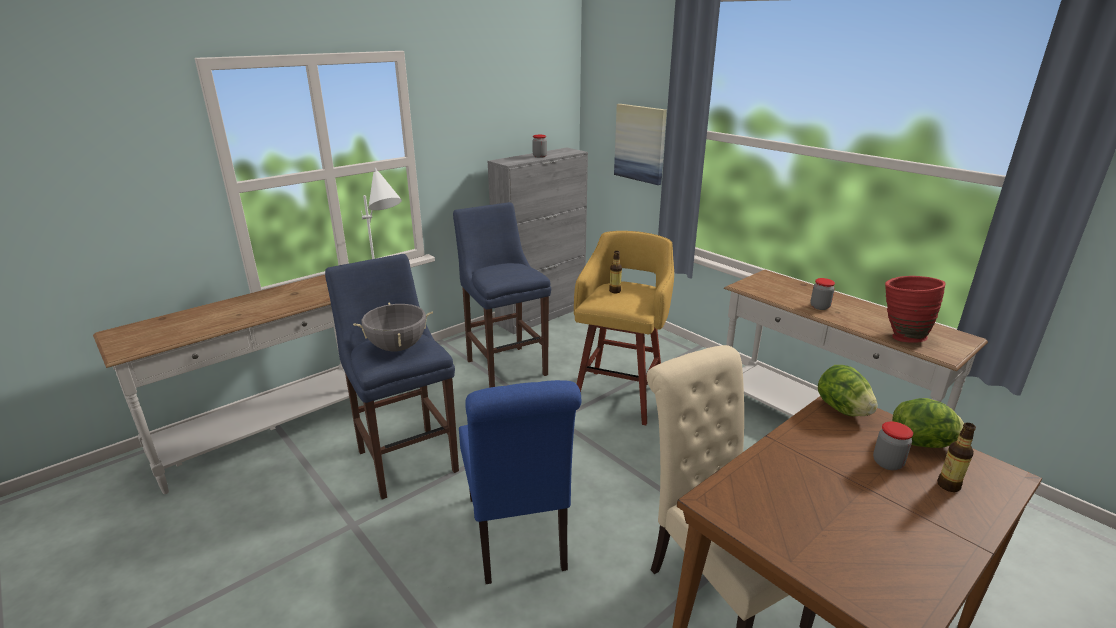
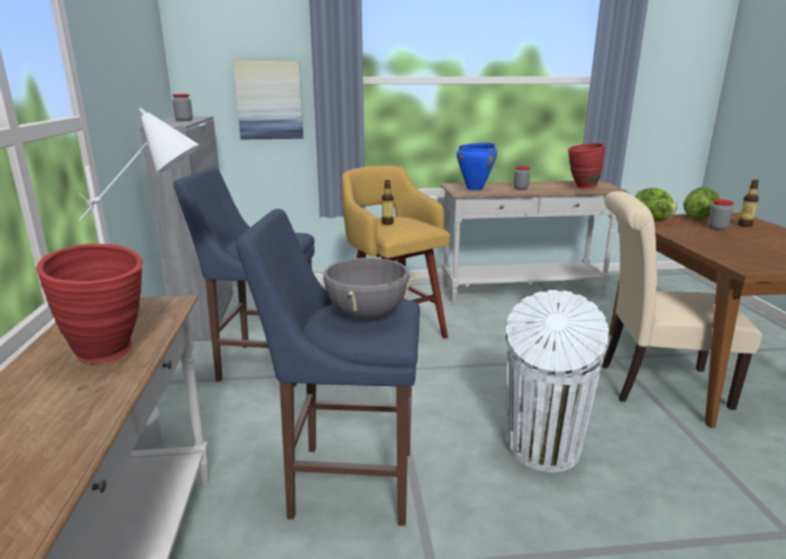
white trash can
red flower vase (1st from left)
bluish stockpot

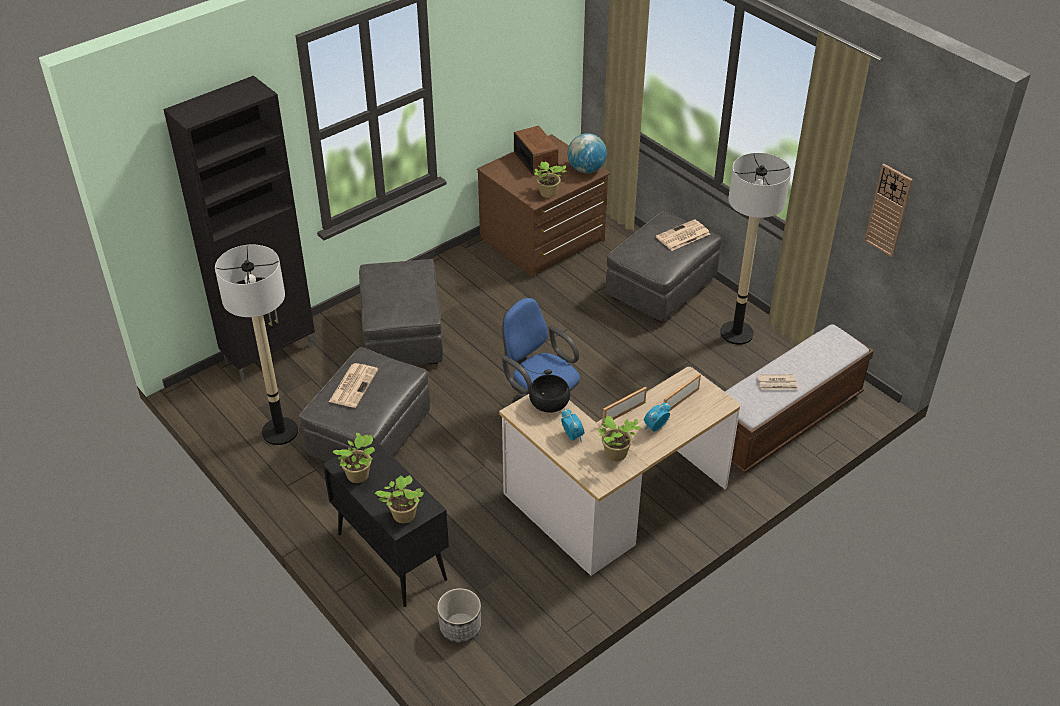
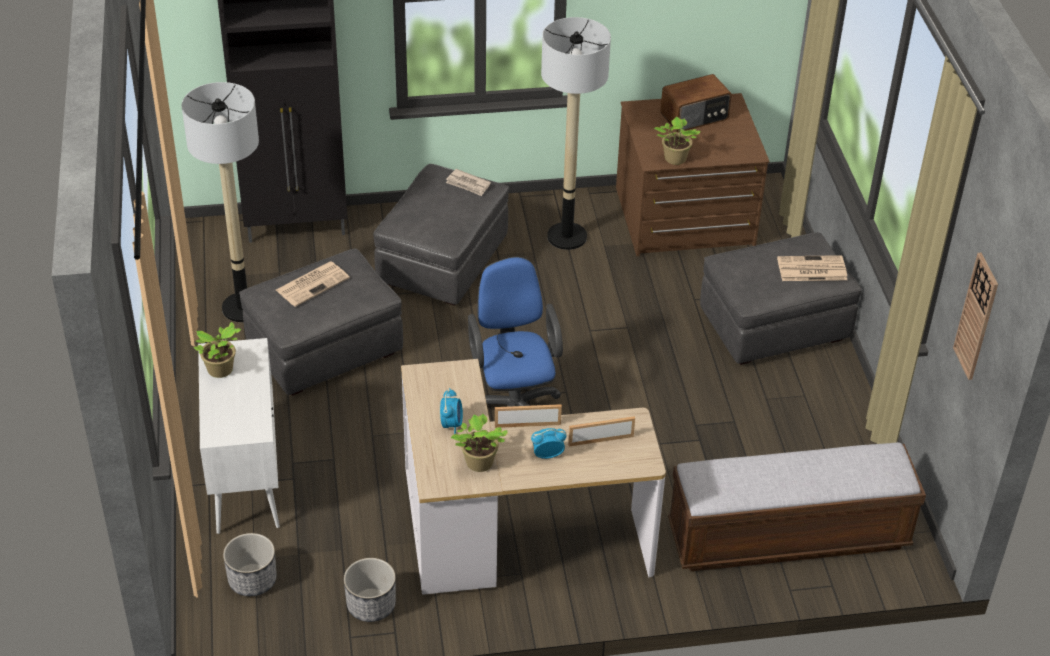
white cabinet
houseplant (2nd from left in the first image)
radio receiver
blackish deep dish
globe
floor lamp (2nd from left)
printed paper (2nd from left)
flower pot (2nd from left)

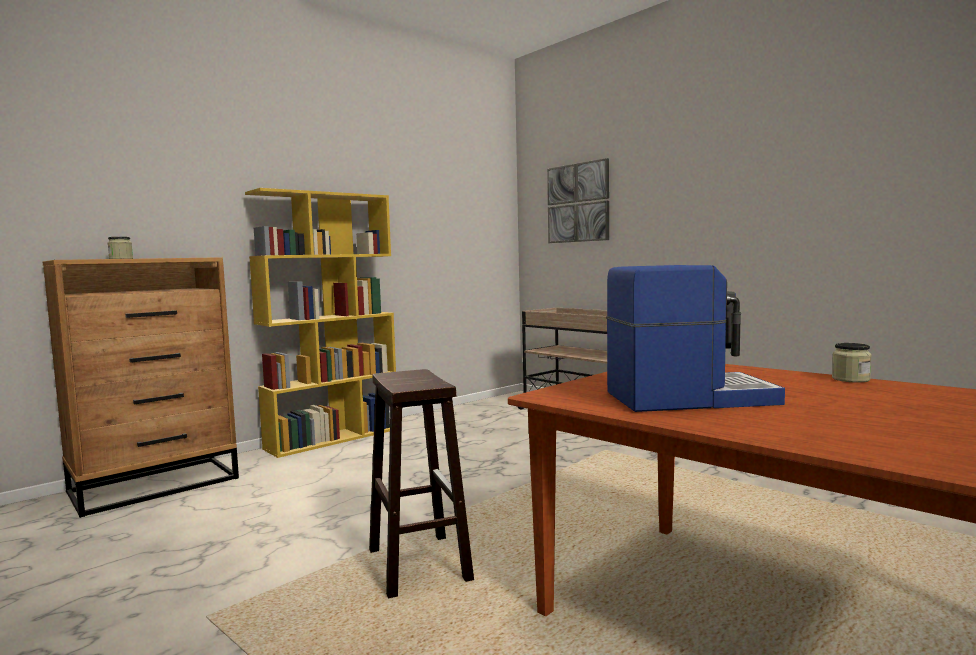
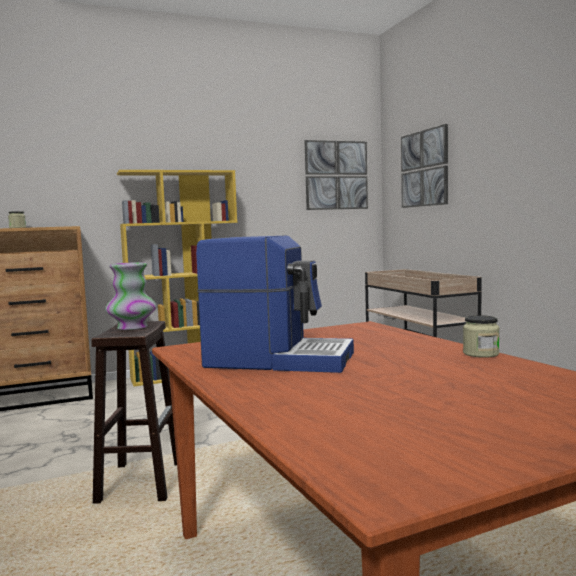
flower vase
wall art (1st from left)

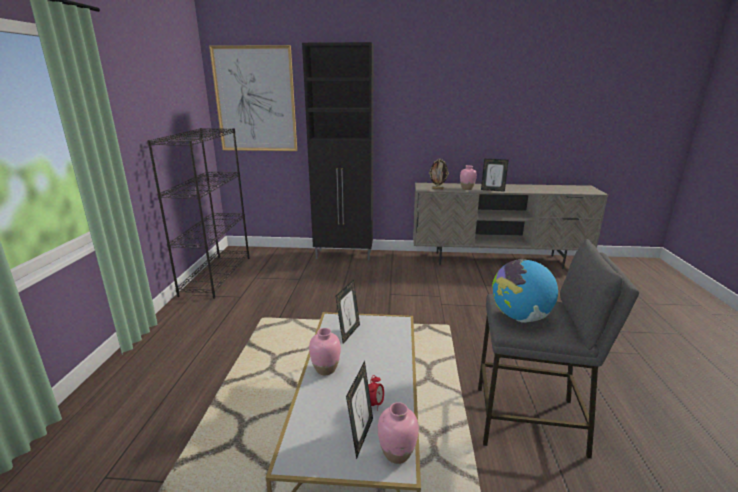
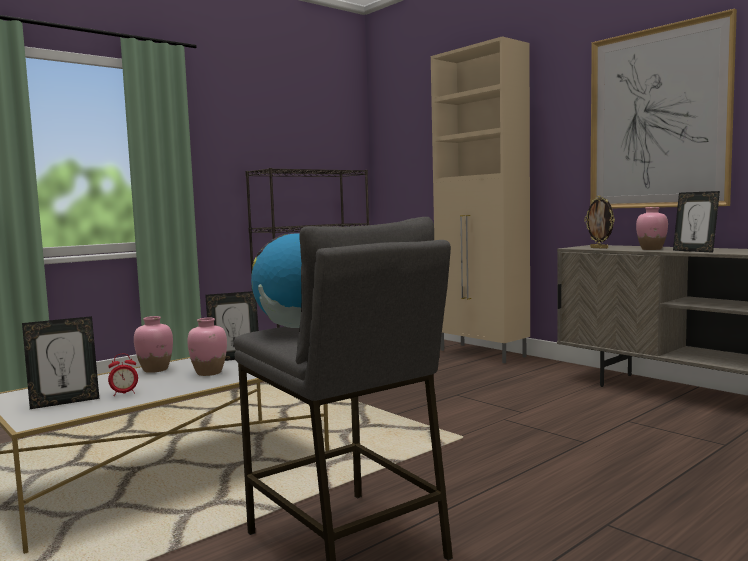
wall art
beige-coloured cabinet
pink-coloured flower vase (2nd from left)

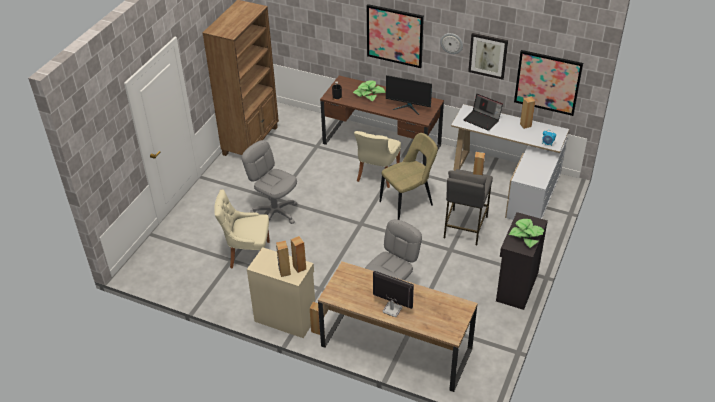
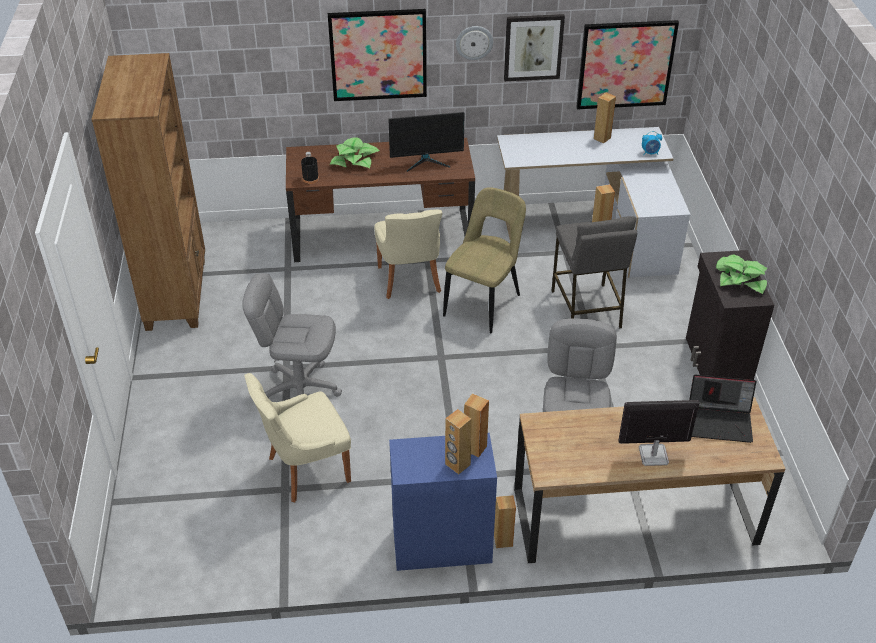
bluish cabinet
notebook computer

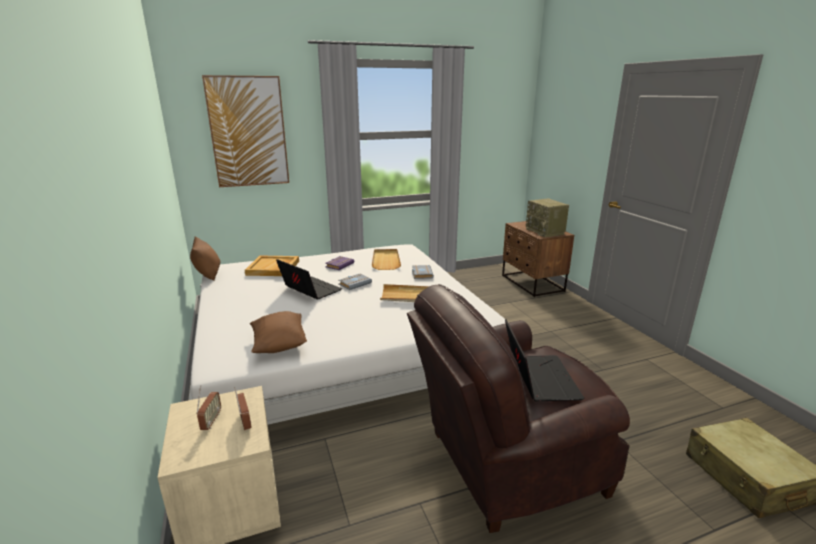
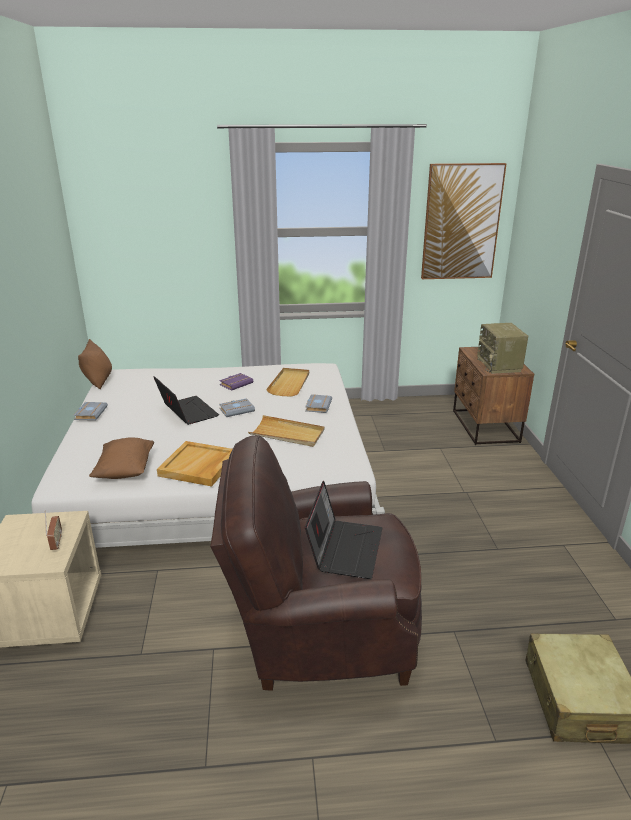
radio receiver (1st from left in the first image)
wall art
beige-coloured carrying tray (1st from left)
gray bound book (1st from left)

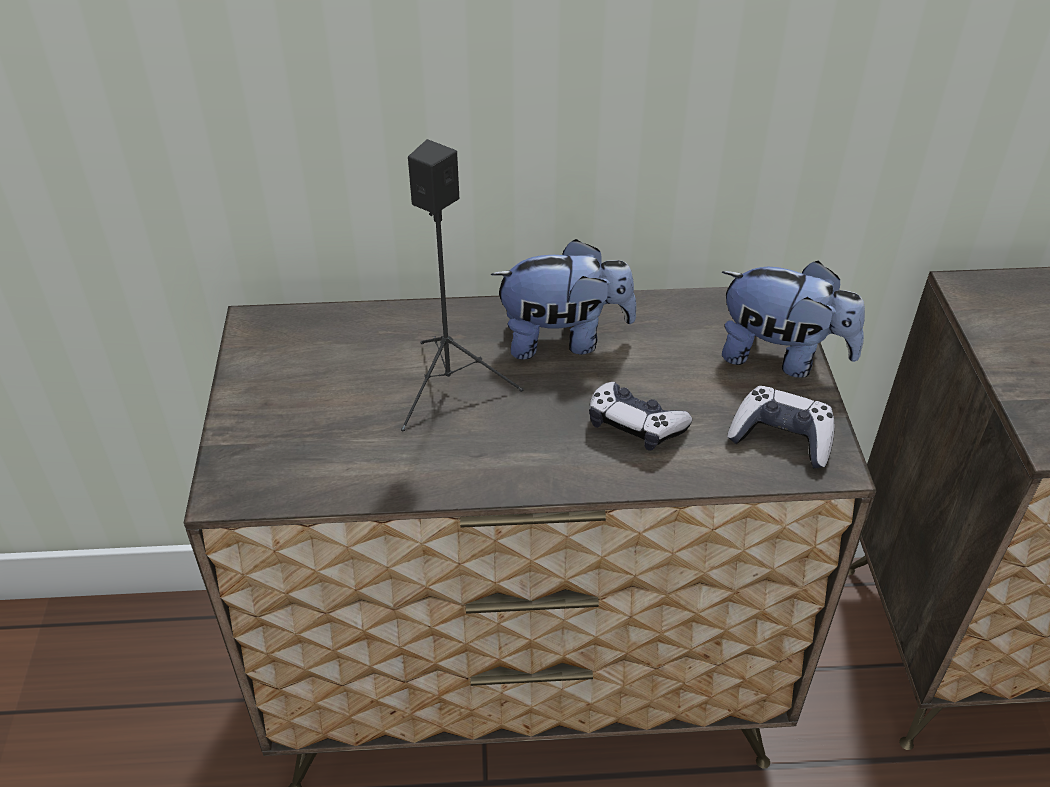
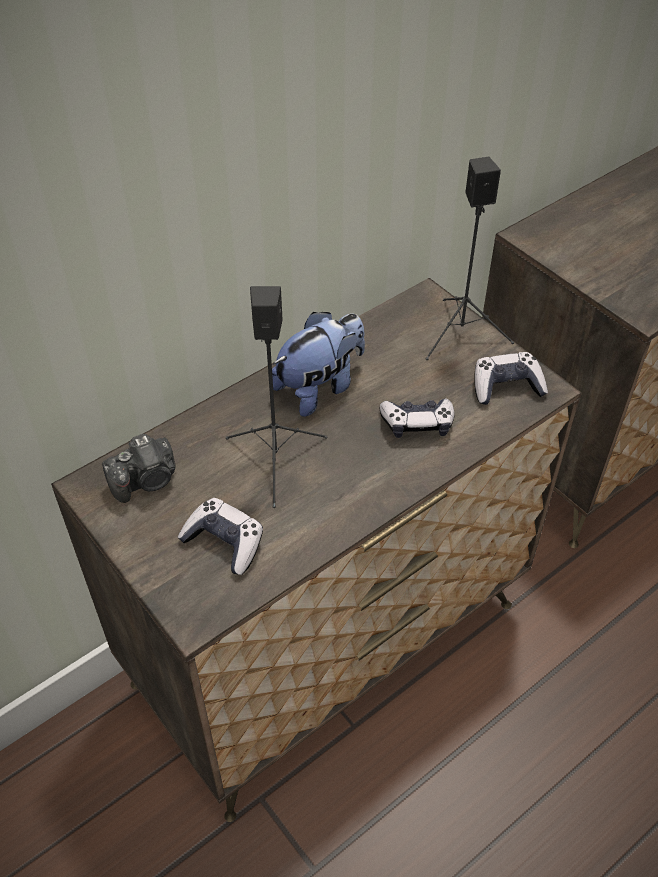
blackish loudspeaker (2nd from left)
photo camera
gamepad (1st from left)

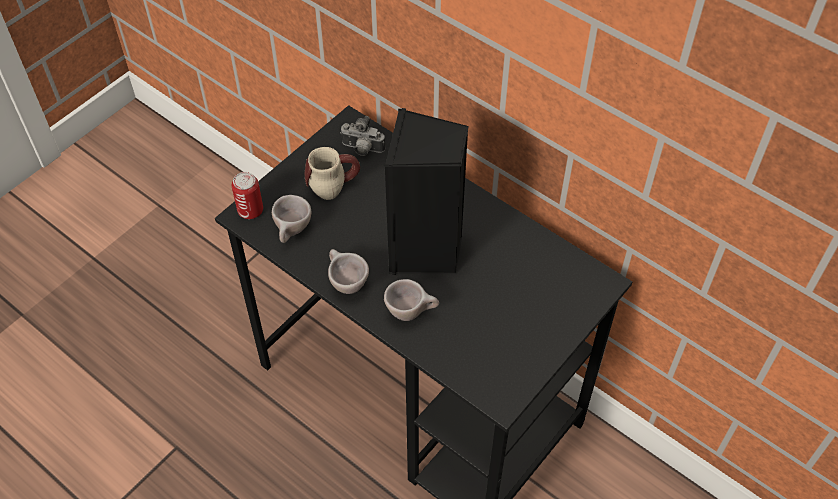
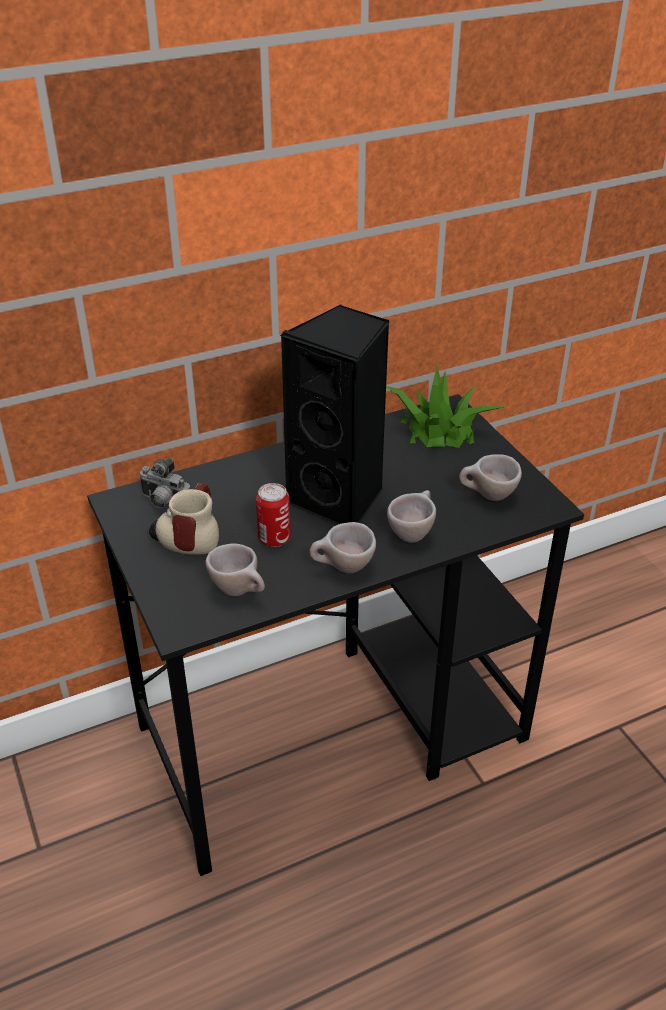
metal can
photo camera
houseplant
beige-coloured cup (4th from left)

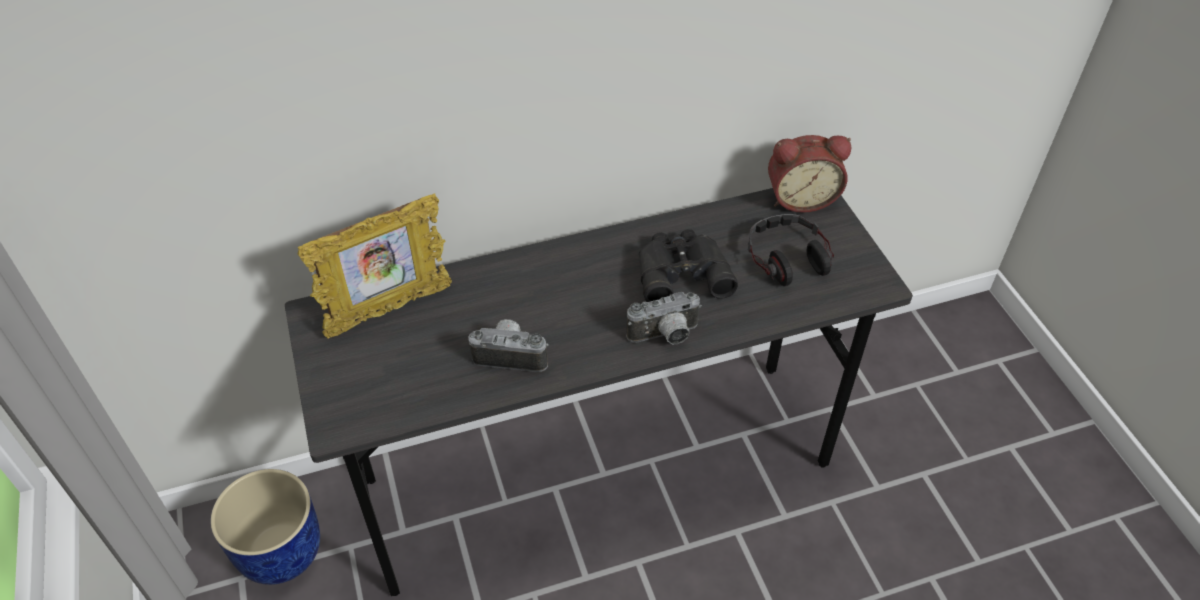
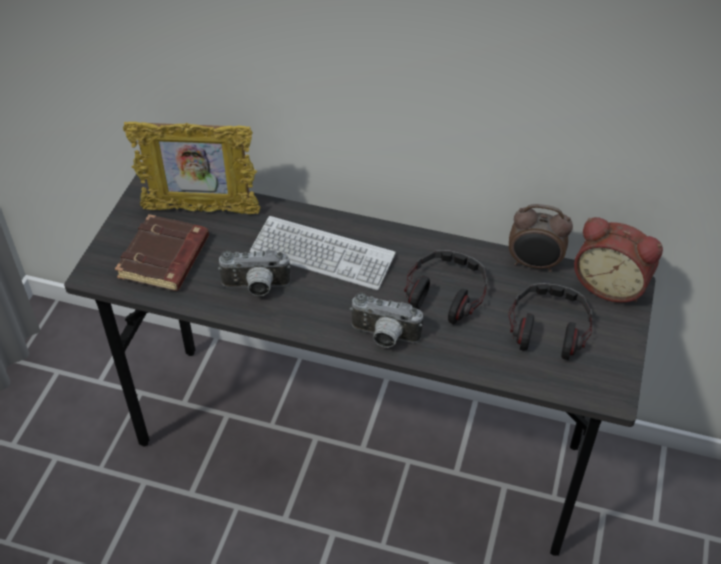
bluish flower pot
photo camera (1st from left)
headphones (1st from left)
brown-coloured bound book
keyboard
table clock (1st from left)

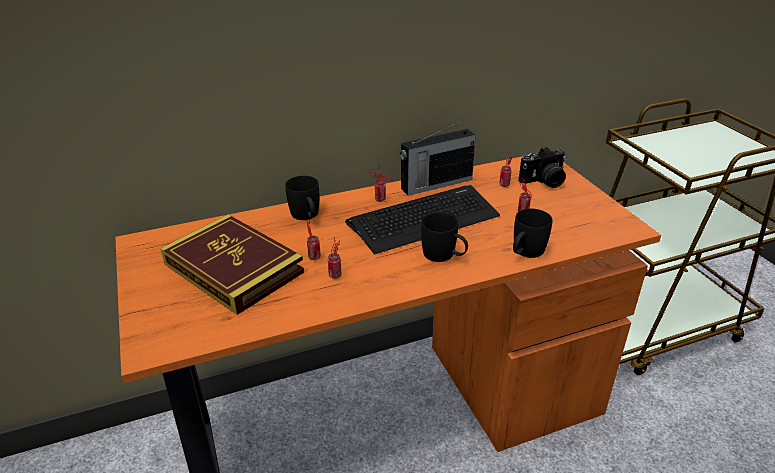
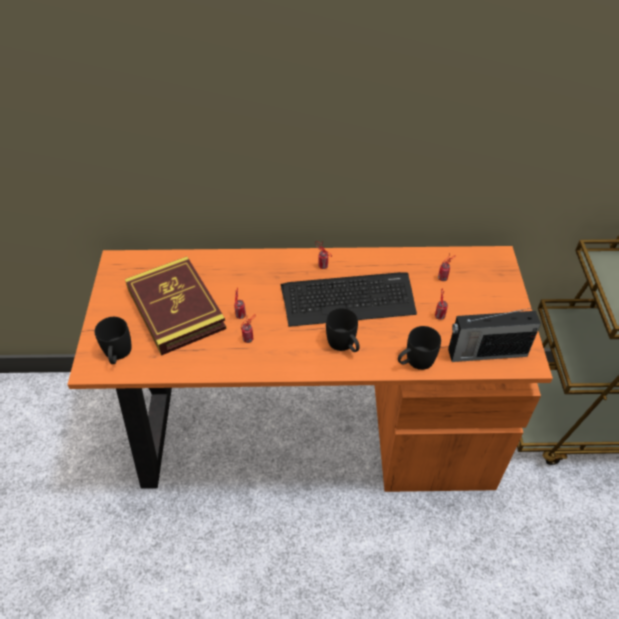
blackish mug (1st from left)
radio receiver
photo camera

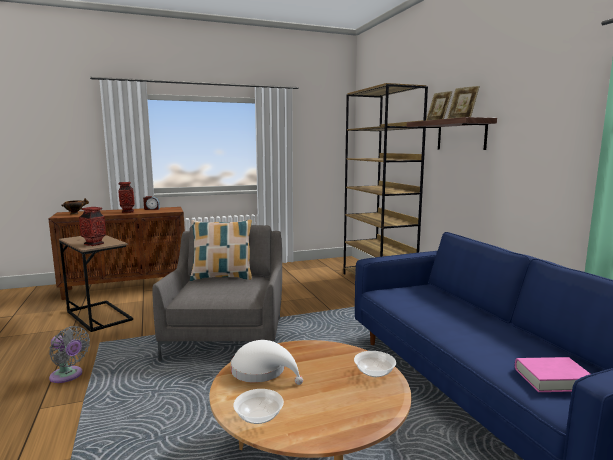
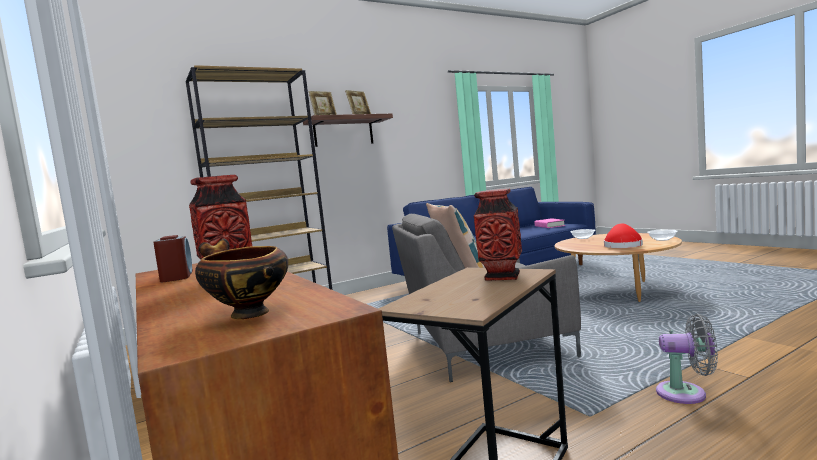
gray electric fan
red clothing hat

